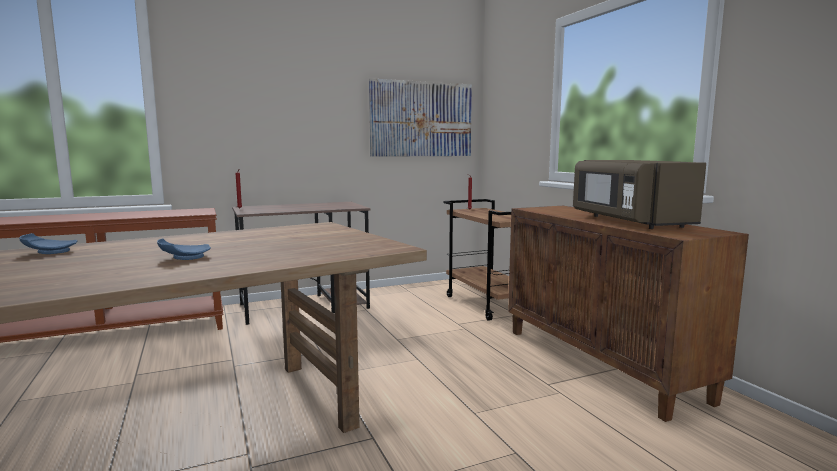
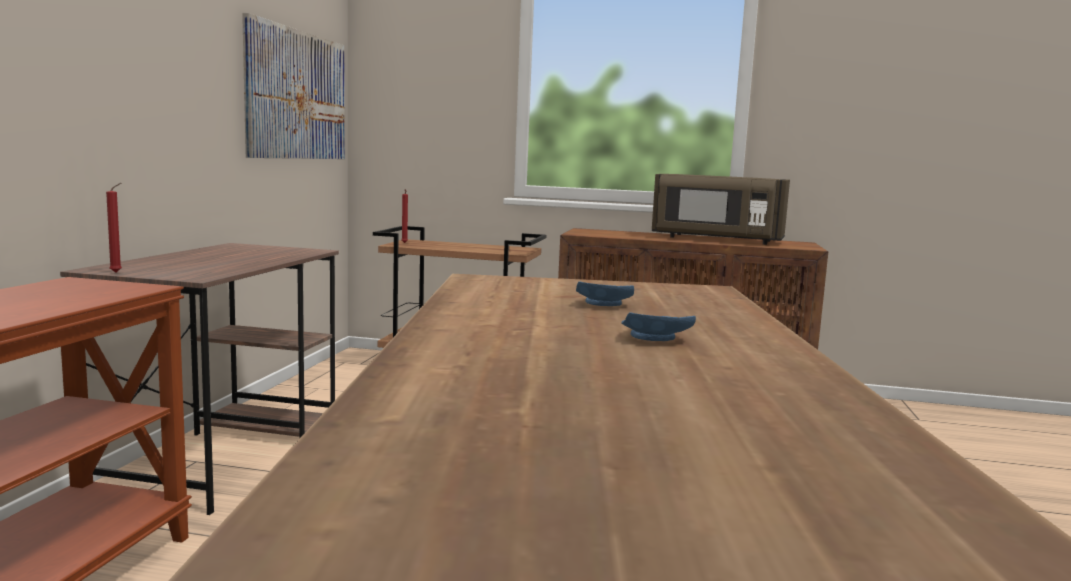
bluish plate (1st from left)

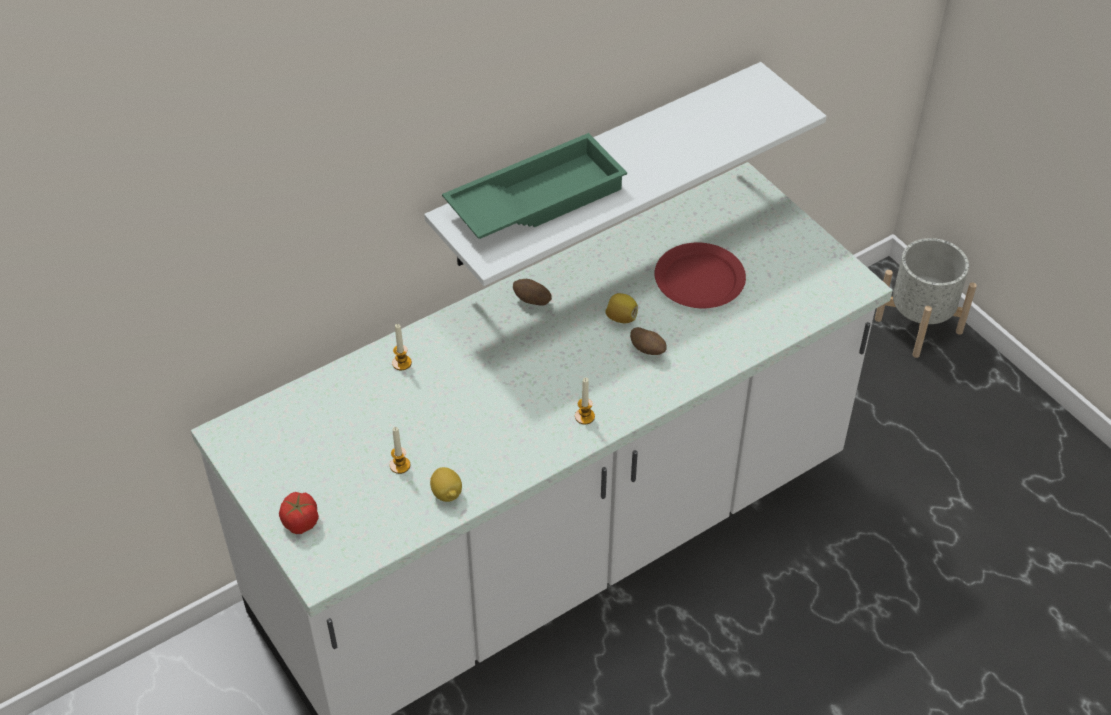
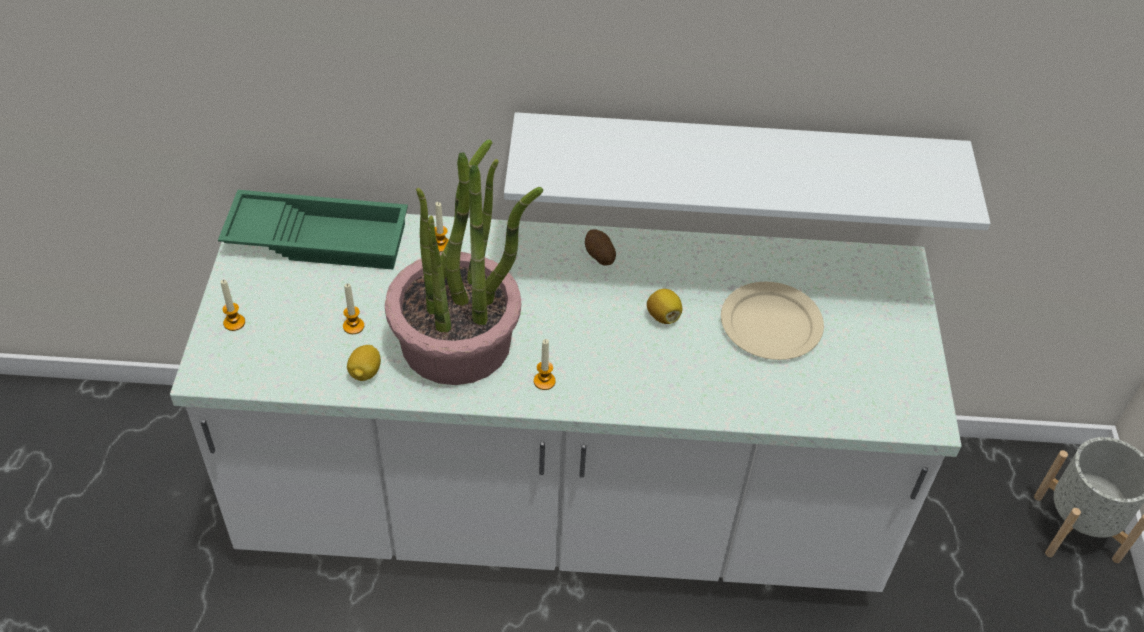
wax light (1st from left)
green-coloured carrying tray
spud (2nd from left in the first image)
beige-coloured plate
houseplant

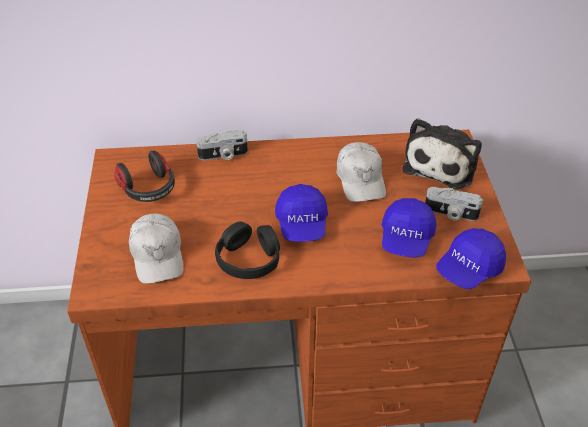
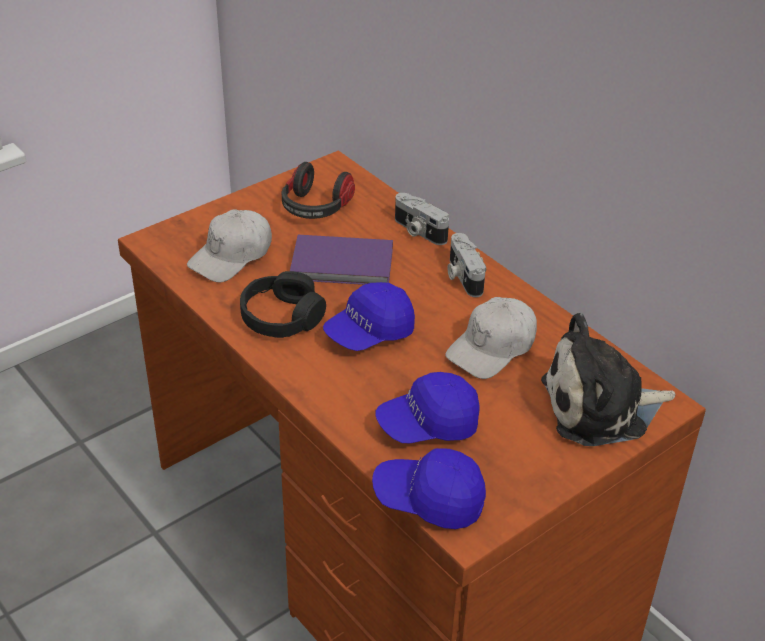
photo camera (2nd from left)
purplish bound book

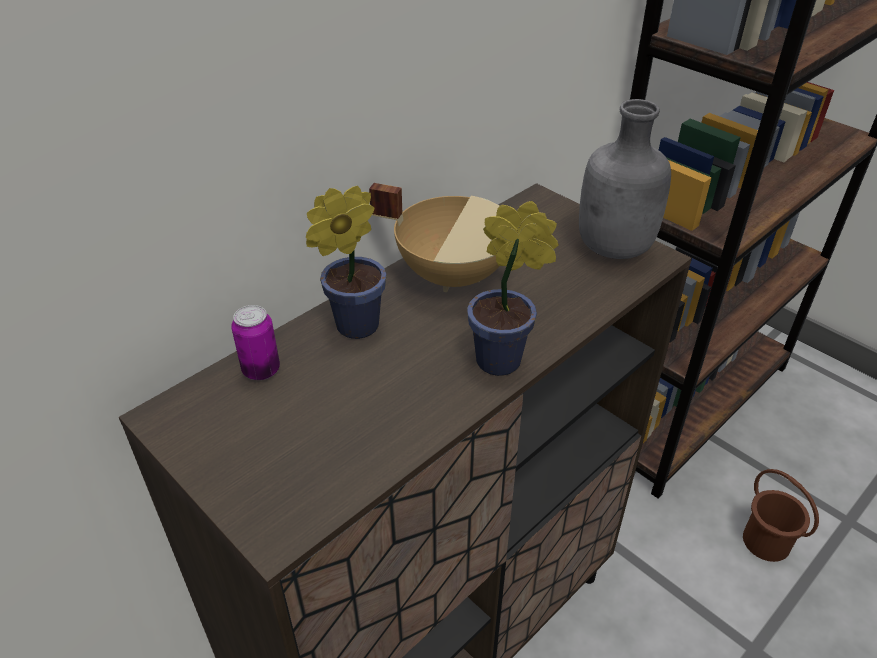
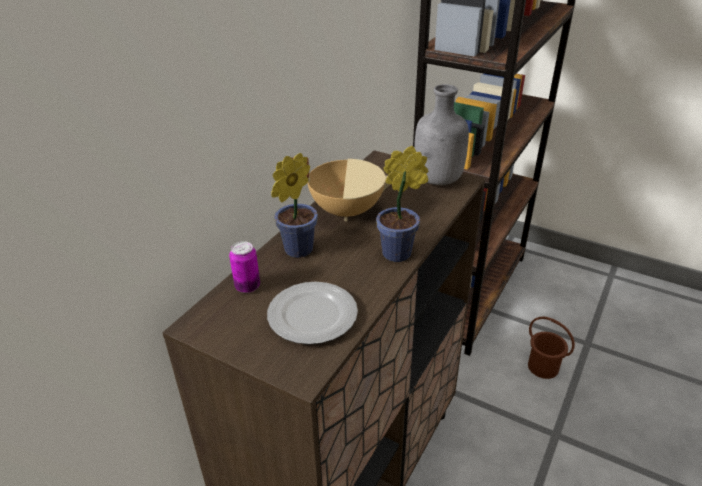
plate

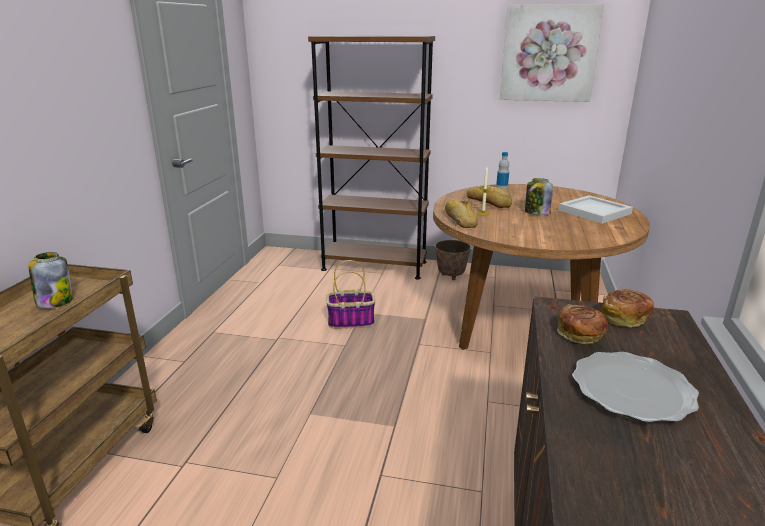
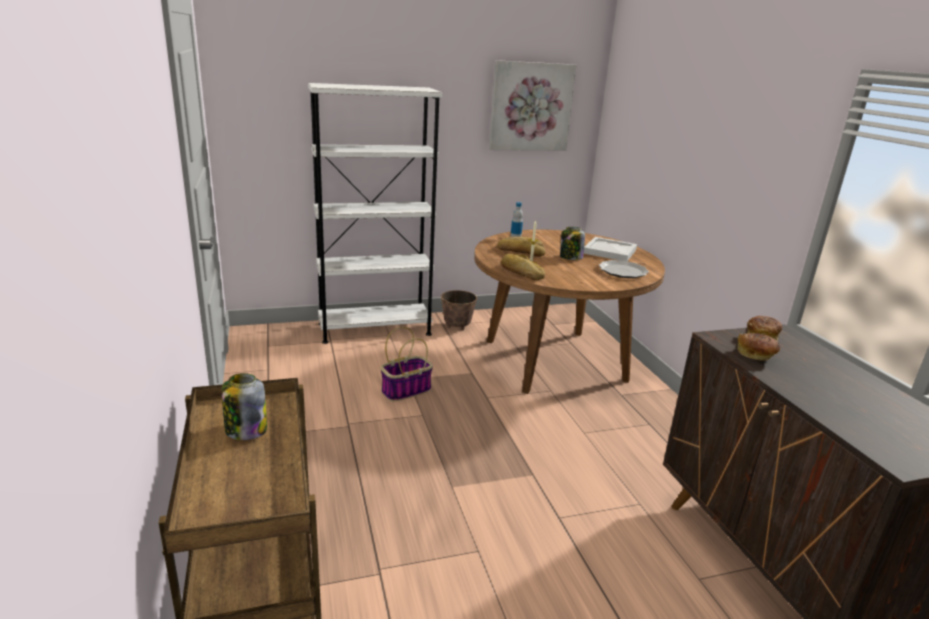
white bookcase
plate

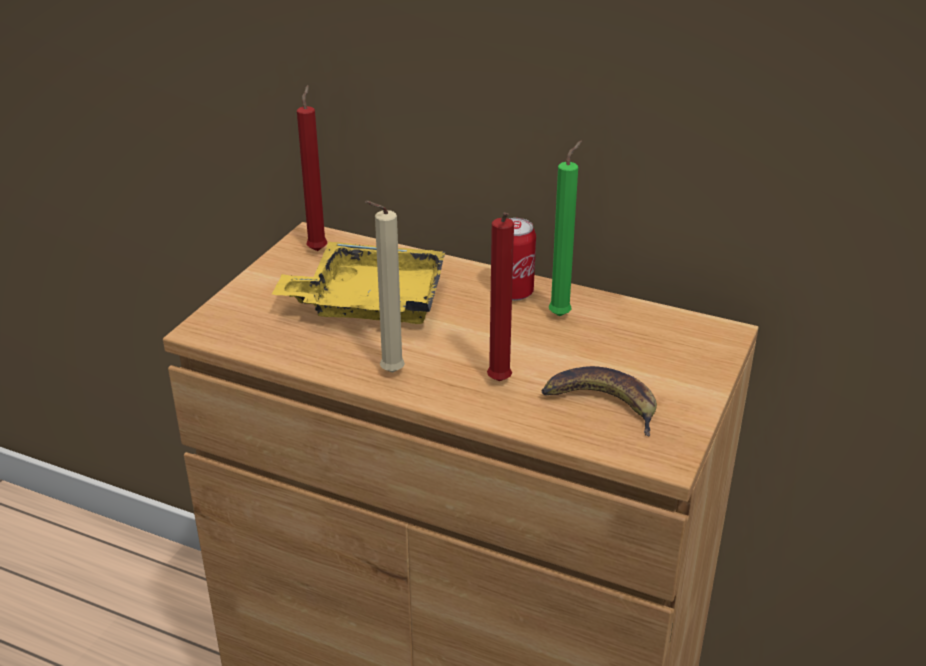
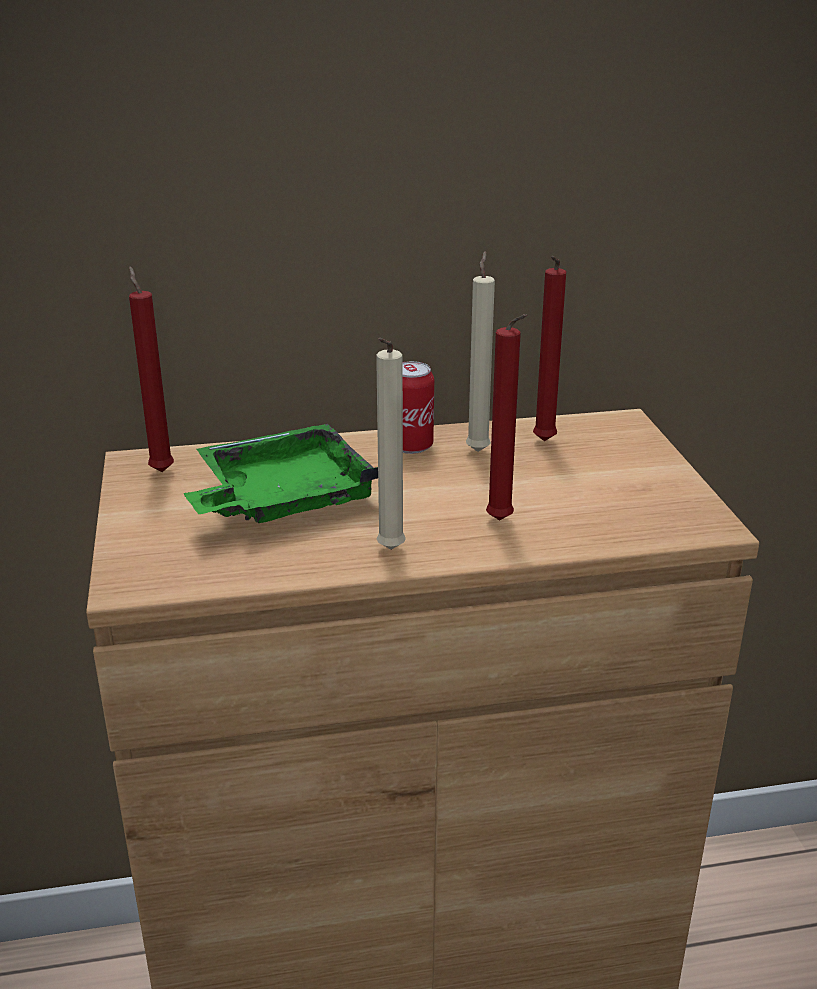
green-coloured carrying tray
banana fruit
beige-coloured wax light (2nd from left)
red wax light (3rd from left)

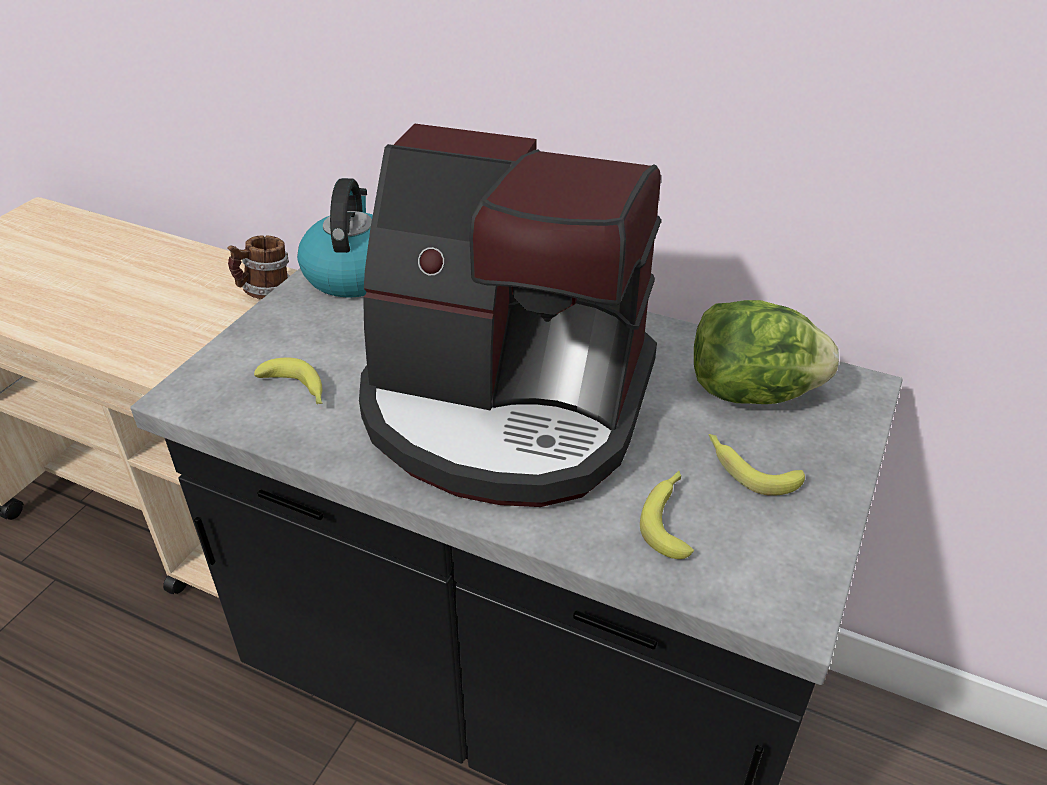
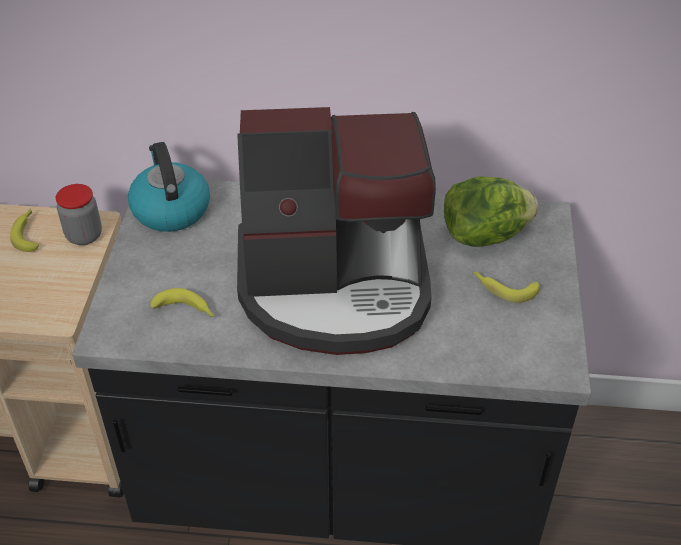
preserve jar
banana fruit (1st from left)

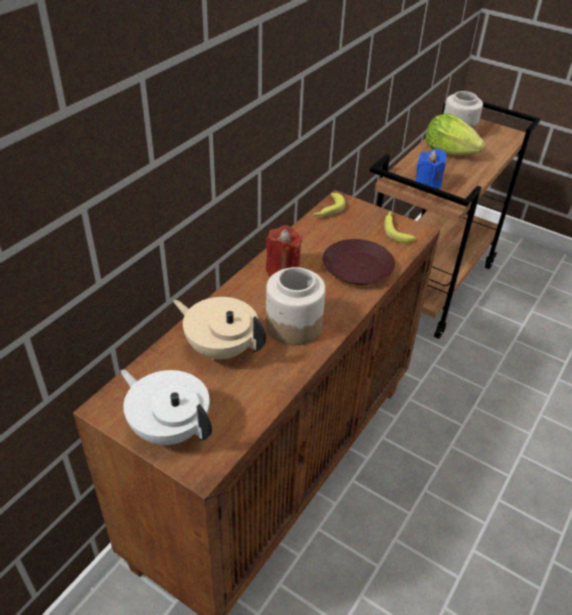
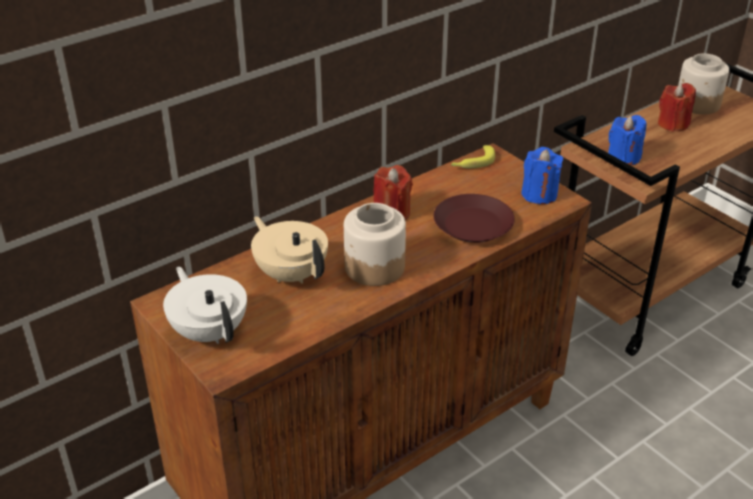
bluish wax light (1st from left)
red wax light (2nd from left)

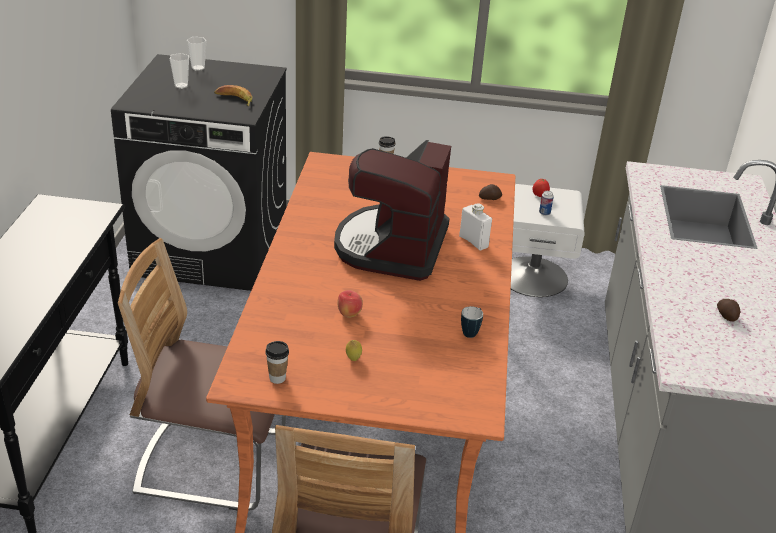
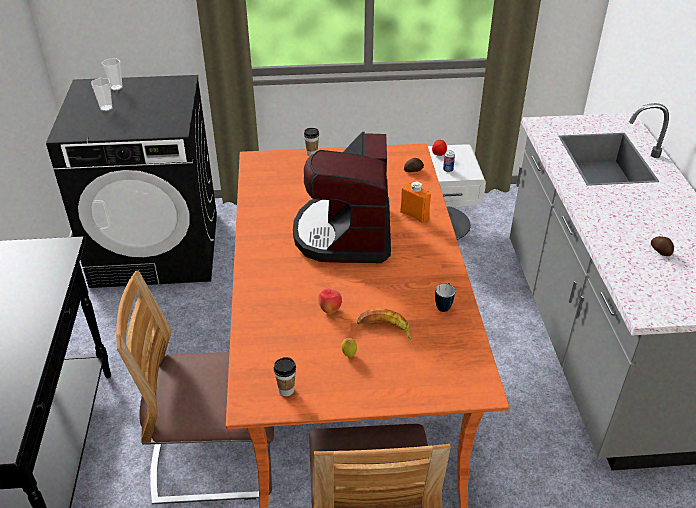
banana fruit
orange-coloured bottle

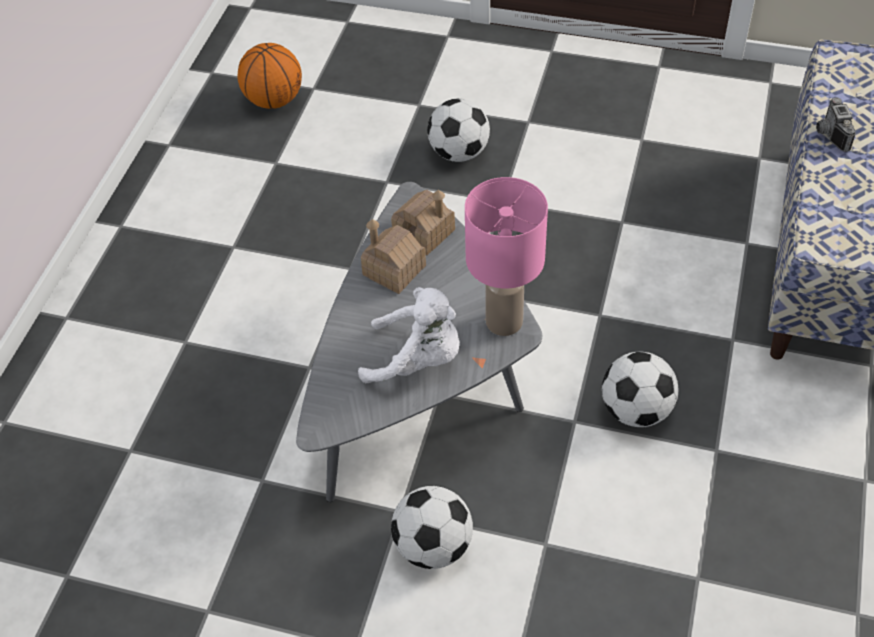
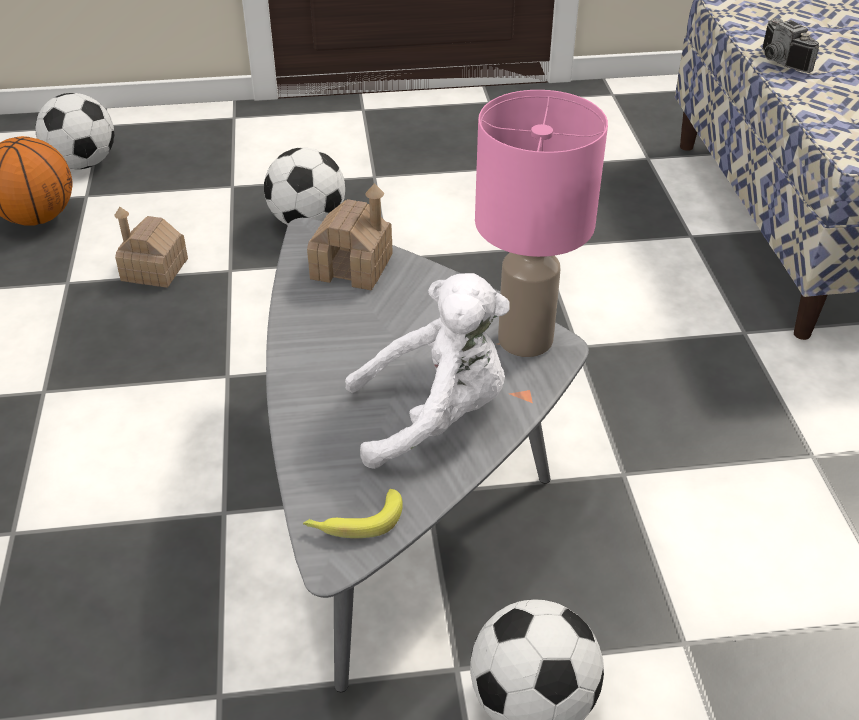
miniature house (1st from left)
football ball (1st from left)
banana fruit

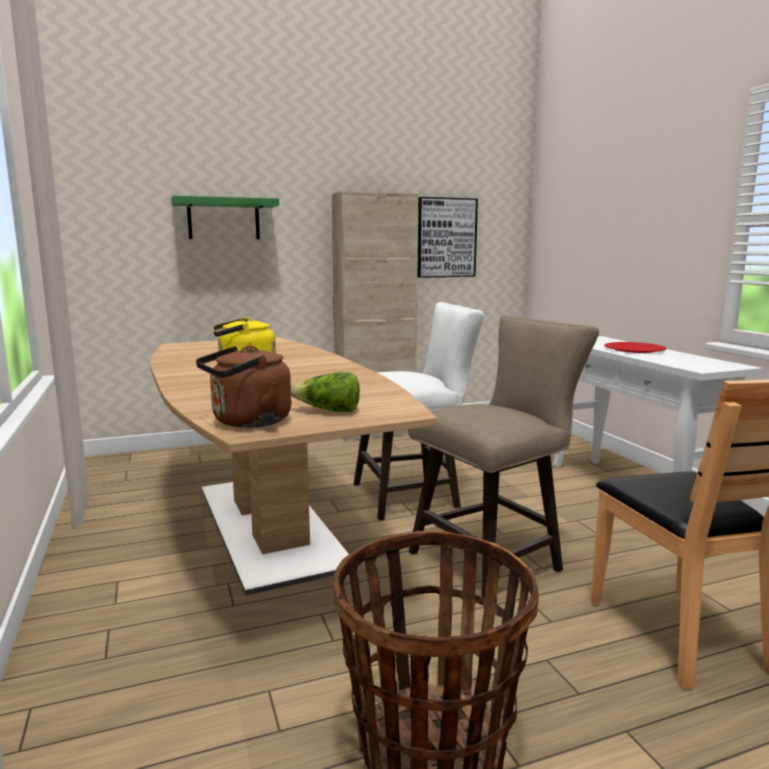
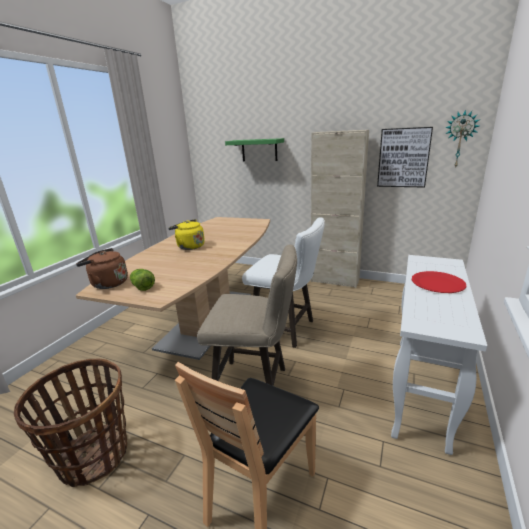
hanging clock

